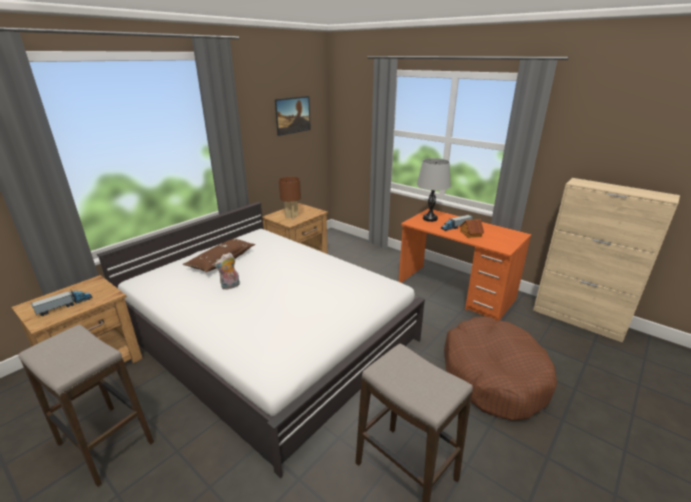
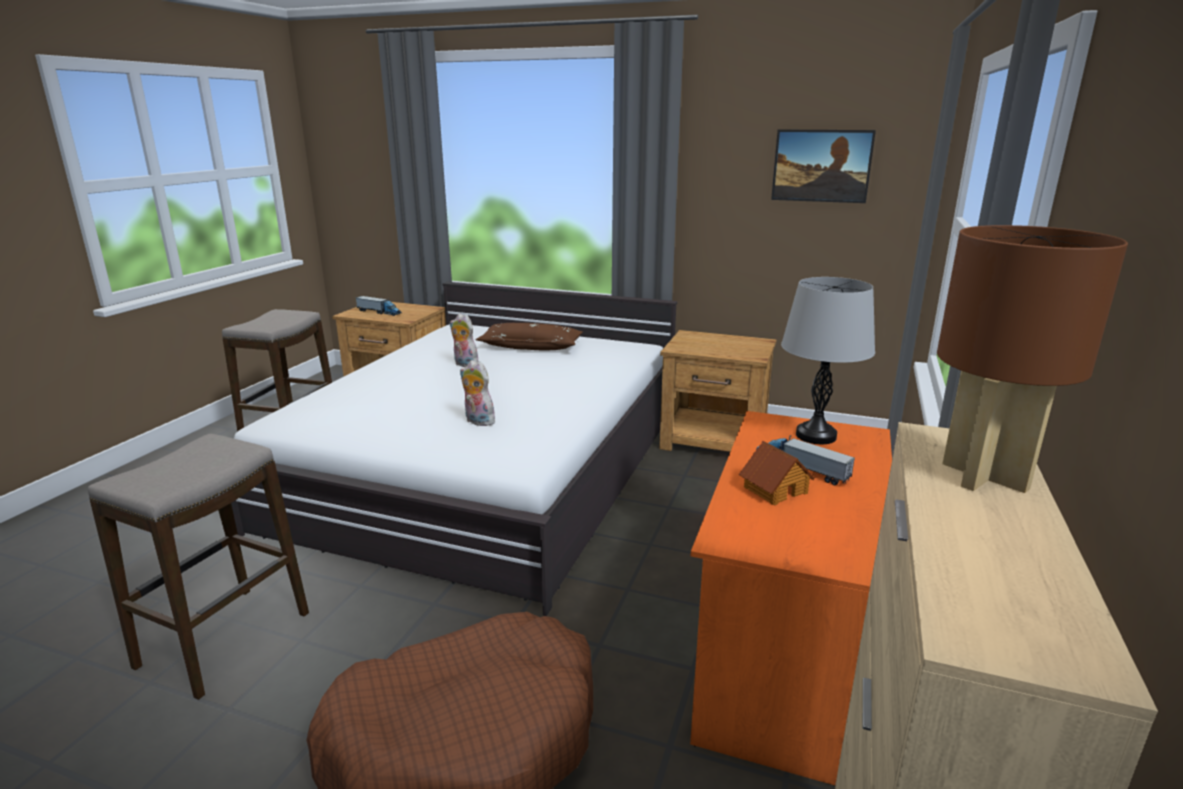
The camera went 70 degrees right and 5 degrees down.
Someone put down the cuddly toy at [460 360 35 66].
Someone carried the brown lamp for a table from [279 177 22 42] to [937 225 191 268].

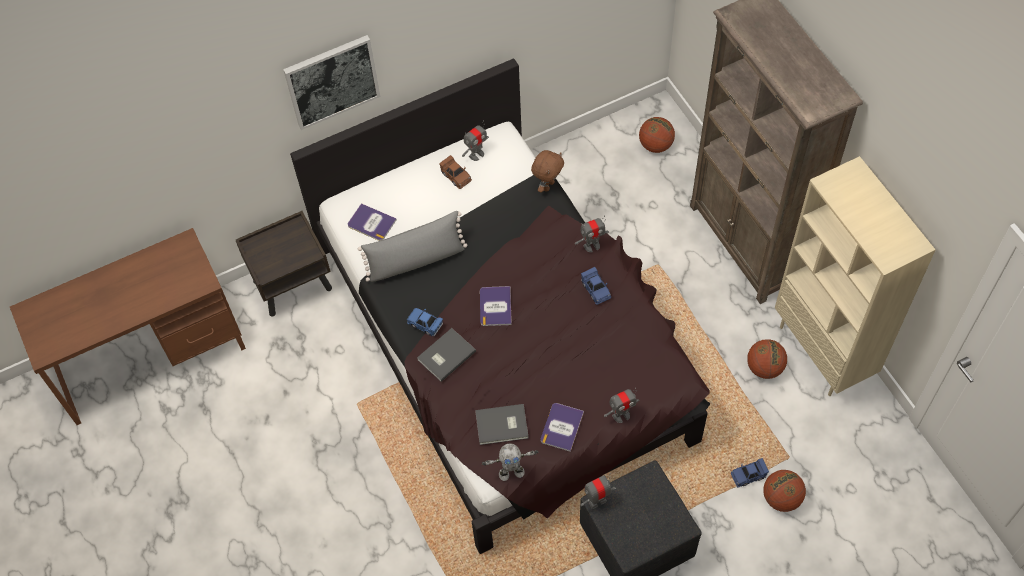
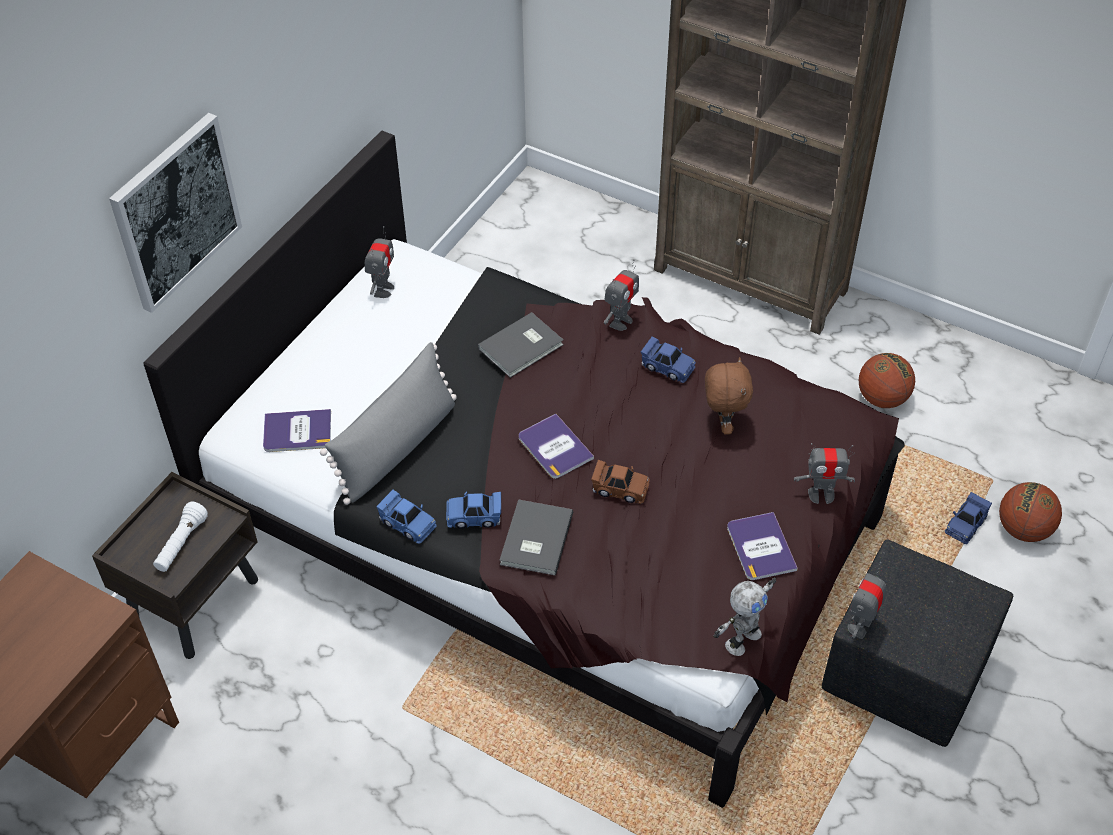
The camera went 35 degrees left and 10 degrees down.
Someone took away the ball for basketball at [639 117 36 36].
Someone took away the sand-coloured shelving unit at [775 156 161 240].
Someone put down the whitish flashlight at [153 502 55 70].
Someone put down the bluish toy car at [376 490 61 54].
Someone carried the brown toy car from [439 155 33 34] to [591 460 59 44].
Someone carried the grey volume from [475 404 54 41] to [478 312 86 66].
Someone carried the brown cuddly toy from [531 150 33 43] to [705 357 48 78].
Someone rotated the model robot at [604 388 35 35] by 60 degrees clockwise.

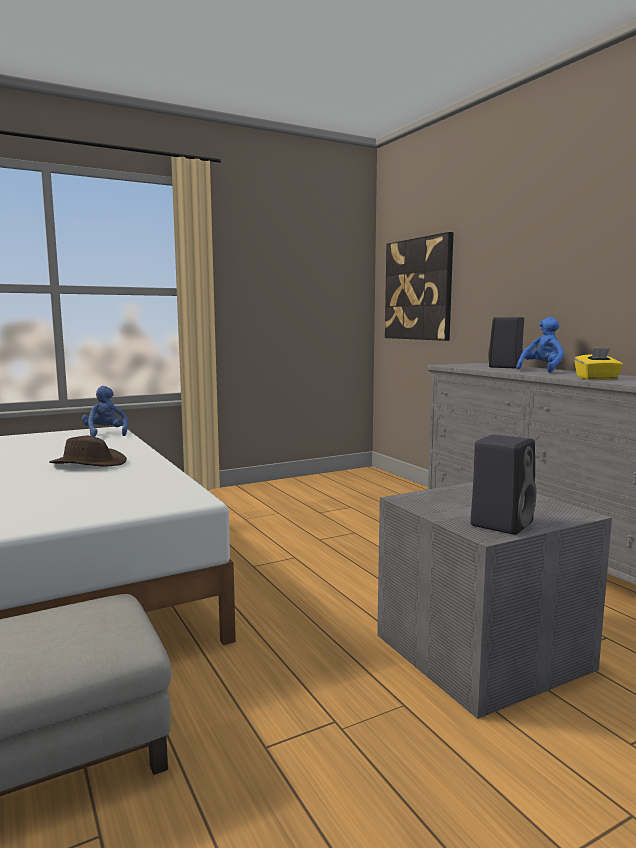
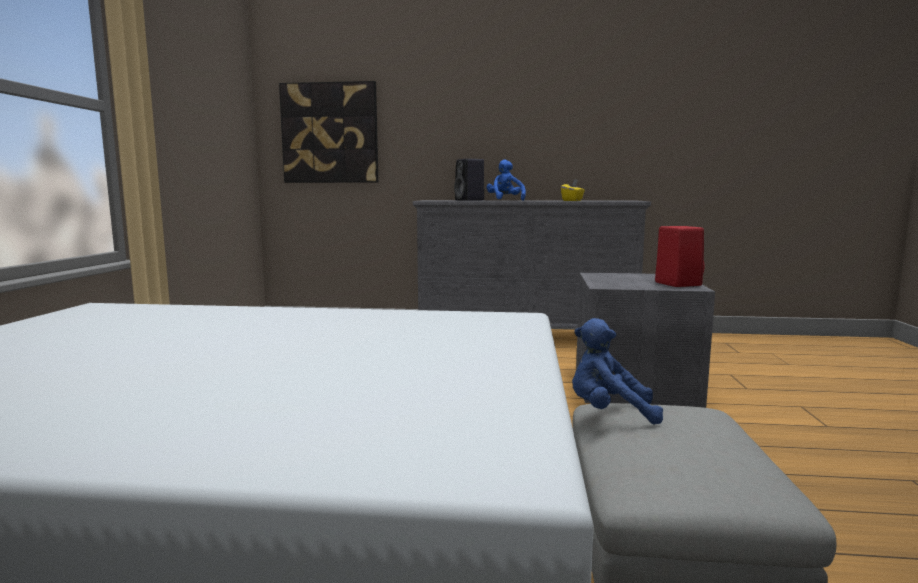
The camera went 55 degrees left and 0 degrees up.
Someone took away the brown clothing hat at [49 436 78 31].
Someone carried the bluish cuddly toy from [82 386 46 51] to [572 318 91 107].
Someone repainted the blackish speaker at [470 434 66 101], which became the red-coloured speaker at [655 226 49 61].

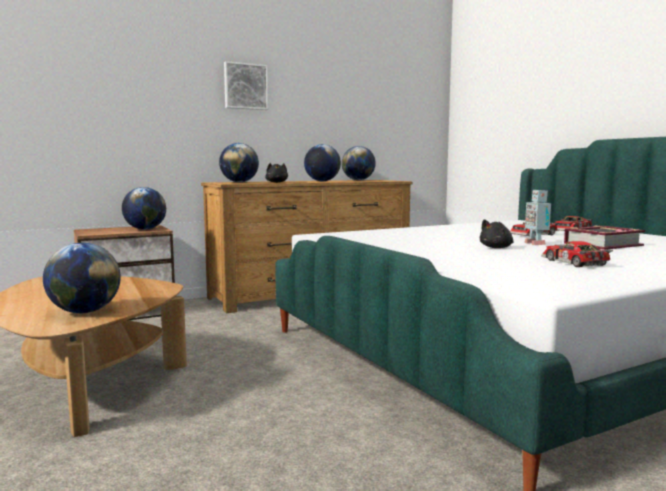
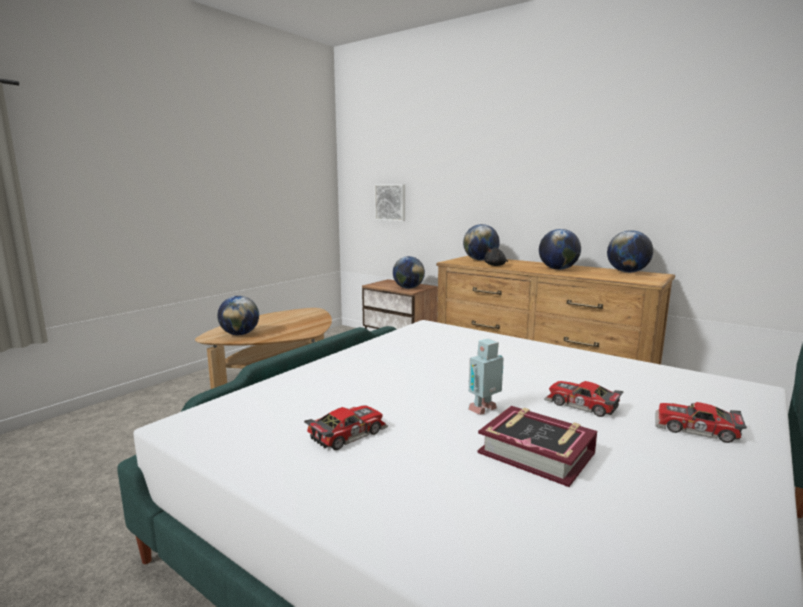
The camera went 65 degrees right and 5 degrees up.
Someone took away the blackish cuddly toy at [480 220 34 28].
Someone carried the wall art from [224 61 44 49] to [374 184 31 37].

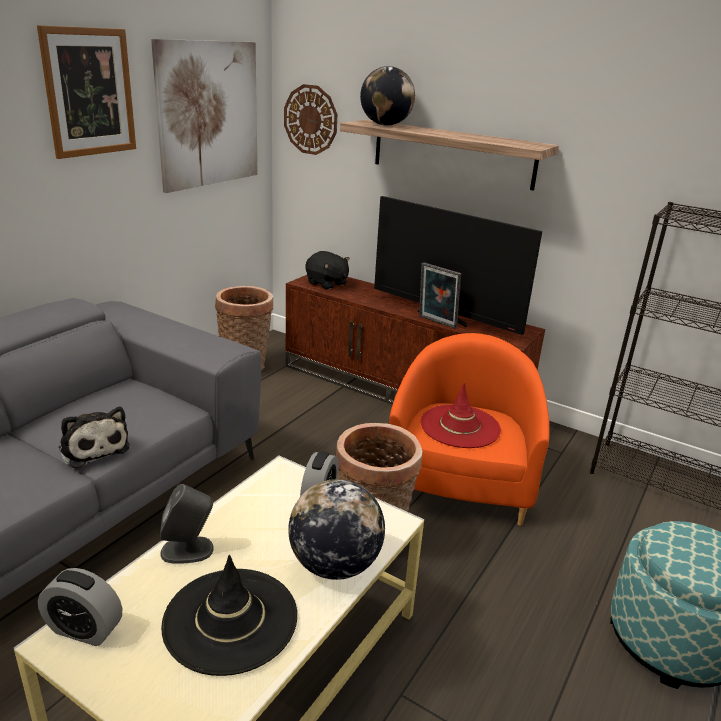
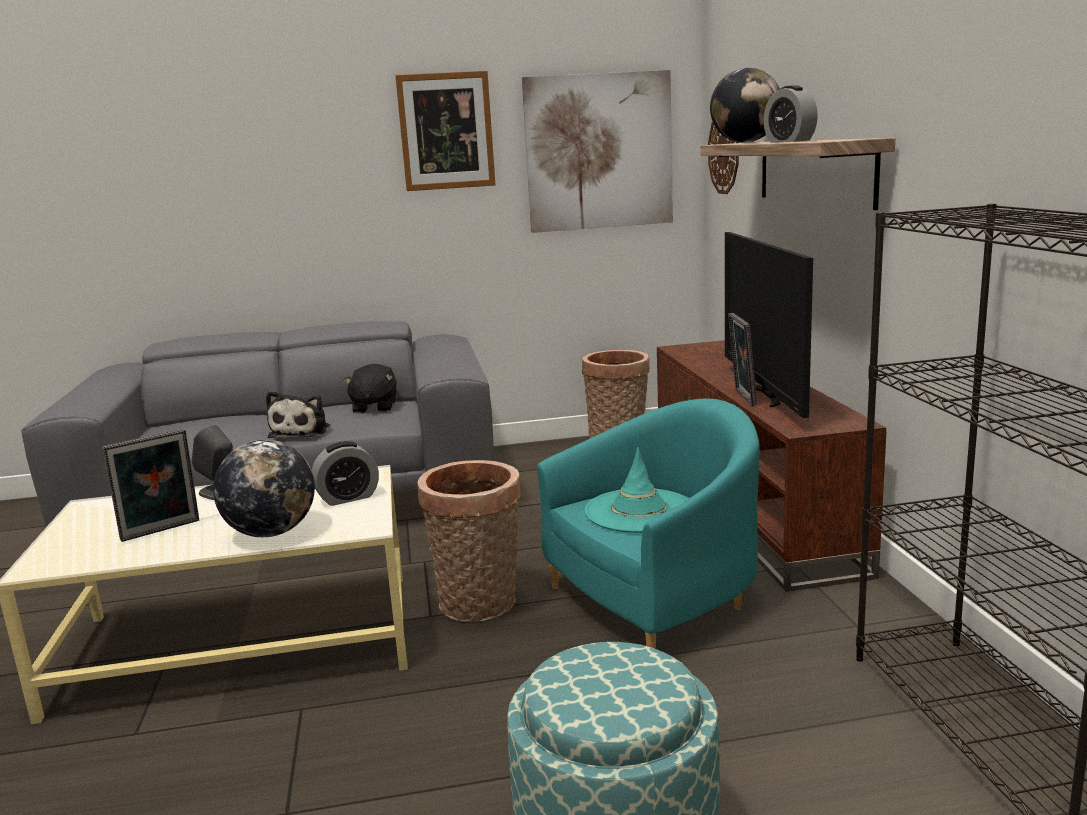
The camera went 50 degrees right and 10 degrees down.
Someone carried the alarm clock from [38 568 84 78] to [764 85 54 58].
Someone carried the blackish cuddly toy from [306 251 44 39] to [343 364 53 49].
Someone swapped the blackish clothing hat at [161 555 136 121] for the photo frame at [102 429 97 113].
Someone repainted the orangey armchair at [389 333 161 193], which became the turquoise armchair at [537 398 223 251].
Someone repainted the red-coloured clothing hat at [421 383 80 65], which became the turquoise clothing hat at [585 447 103 86].

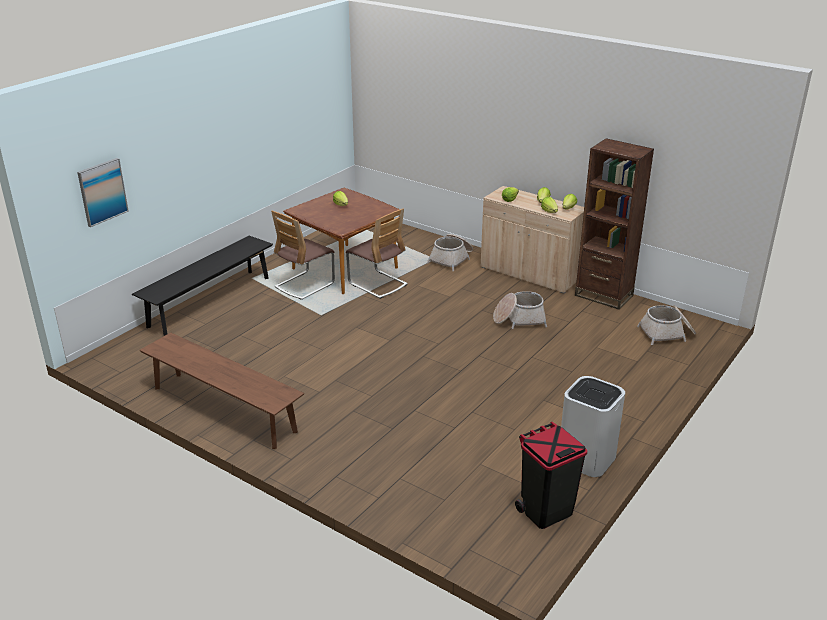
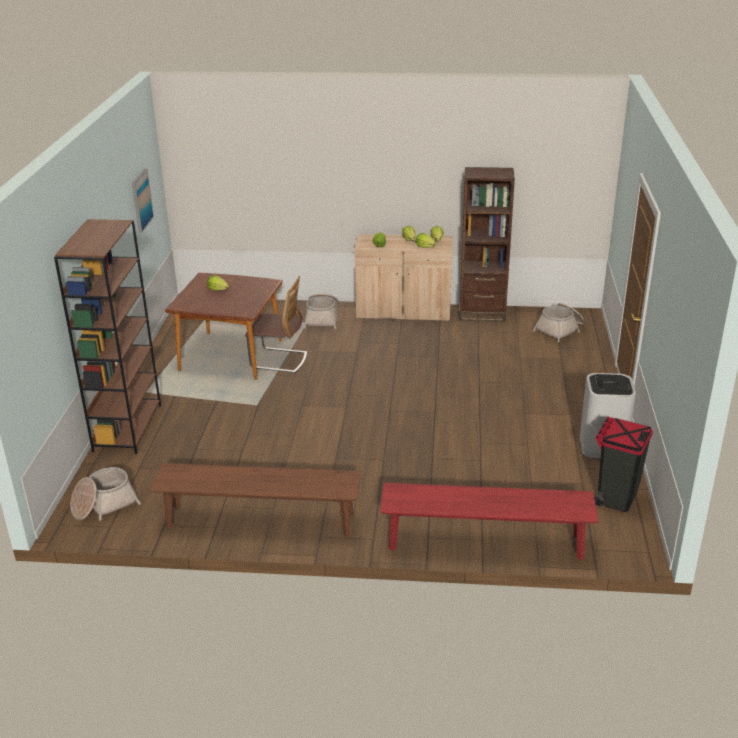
The camera went 30 degrees left and 0 degrees up.
Someone took away the chair at [271 211 64 89].
Someone put down the red-coloured indoor bench at [380 483 219 77].
Someone carried the wall art from [77 158 52 69] to [132 169 22 64].
Someone carried the storage basket from [493 291 54 38] to [70 467 71 54].
Someone swapped the blackish indoor bench at [132 236 141 100] for the brown shelving unit at [54 219 107 235].

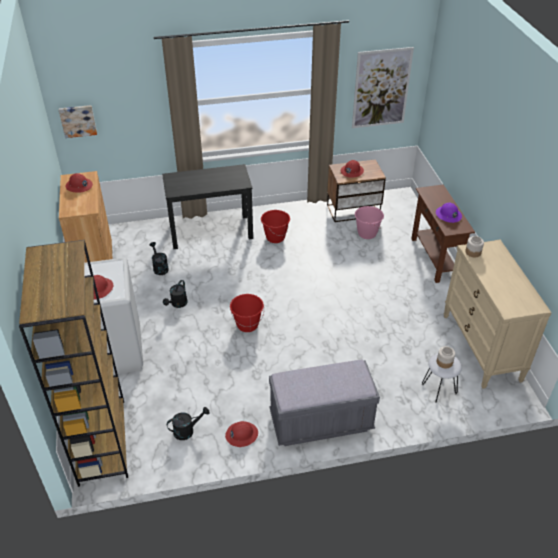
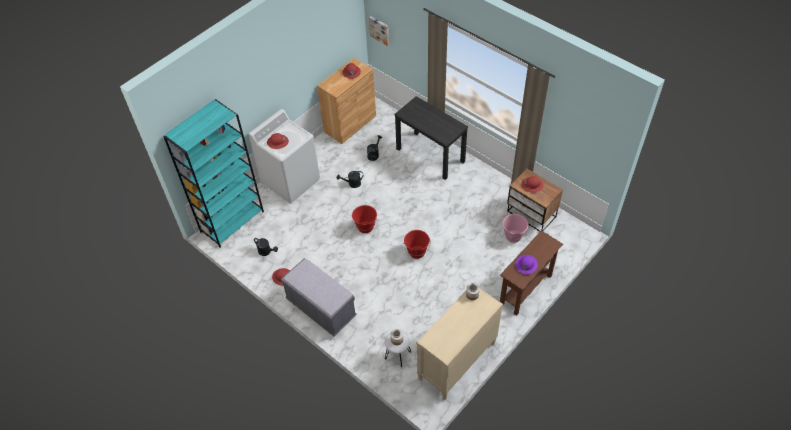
The camera went 55 degrees right and 10 degrees up.
Someone took away the wall art at [352 47 62 81].
Someone carried the red-coloured bucket from [261 210 29 33] to [404 230 26 29].
Someone repainted the brown shelving unit at [19 240 109 247], which became the turquoise shelving unit at [163 99 101 149].

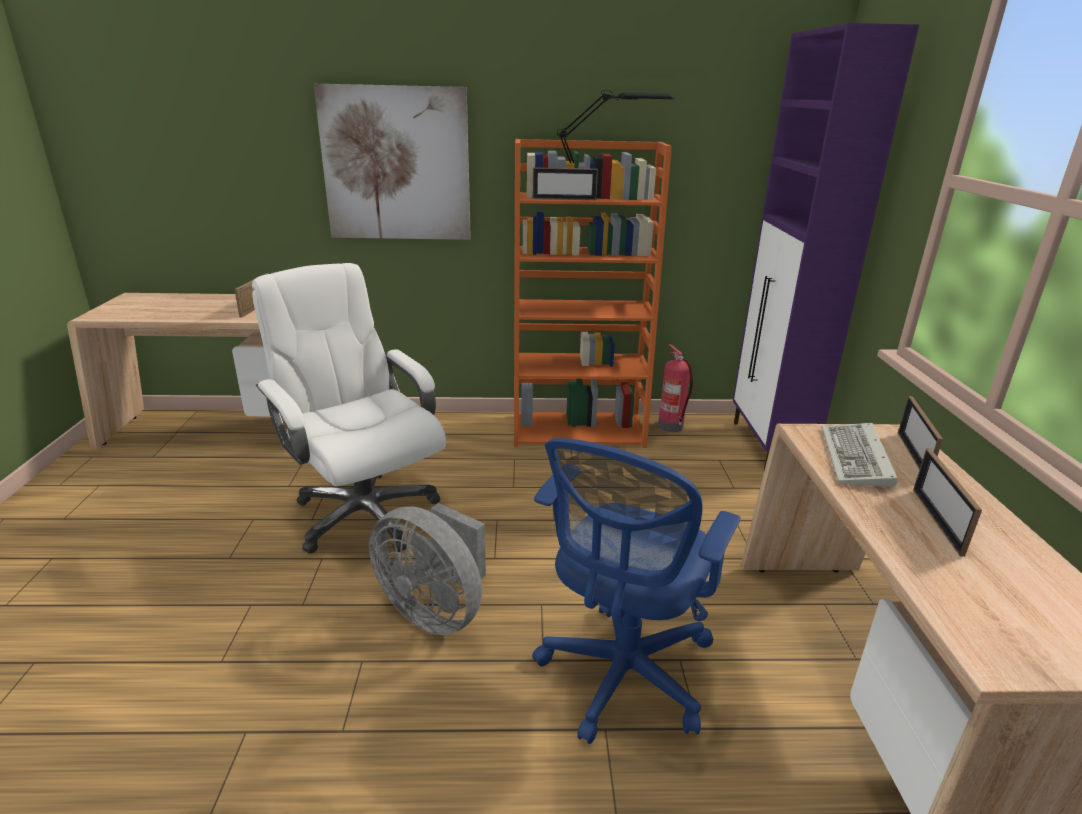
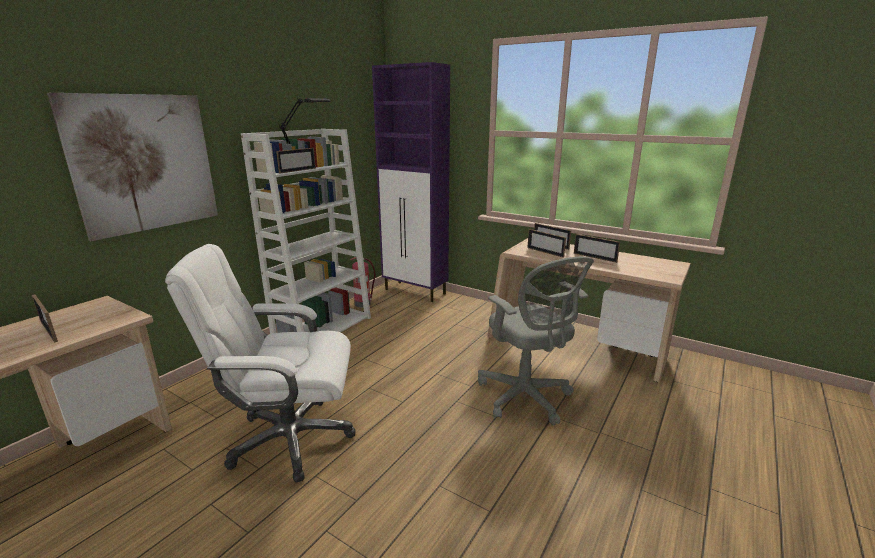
The camera went 55 degrees left and 5 degrees down.
Someone took away the grey fan at [369 503 117 132].
Someone swapped the PC keyboard at [821 423 77 66] for the photo frame at [527 229 39 29].
Someone repainted the orangey shelving unit at [514 139 158 309], which became the whitish shelving unit at [241 129 130 205].
Someone repainted the bluish computer chair at [532 438 209 306], which became the grey computer chair at [478 256 116 169].

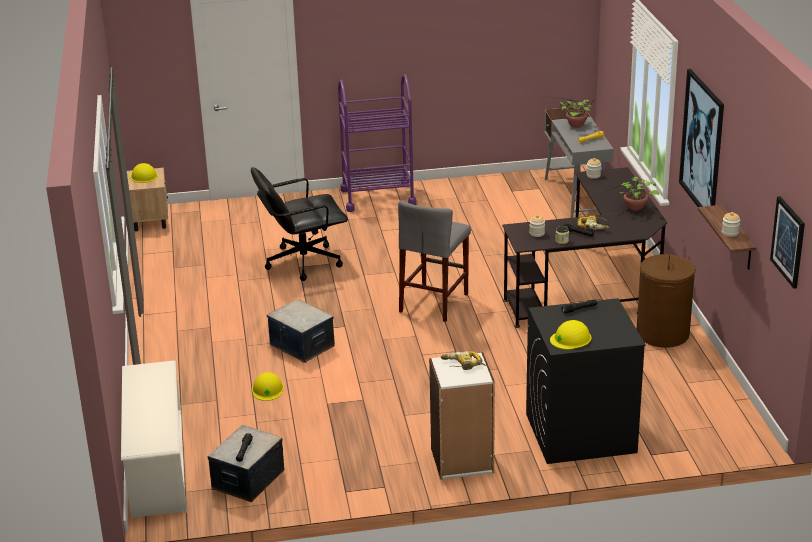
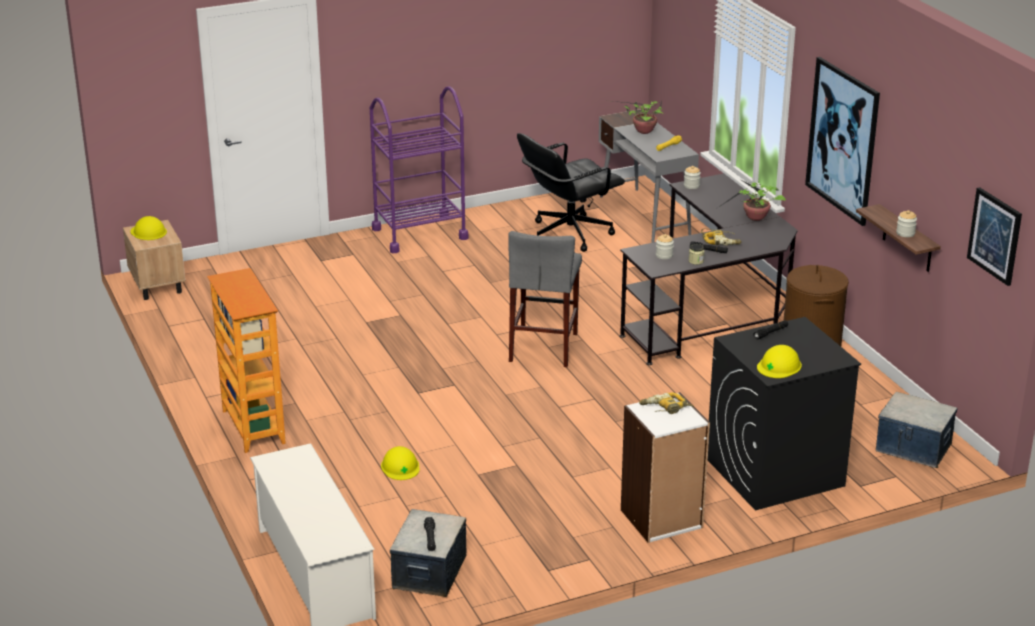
The camera went 15 degrees left and 0 degrees up.
Someone put down the shelving unit at [207 268 79 185].
Someone carried the blackish computer chair from [251 167 97 114] to [517 133 108 119].
Someone carried the storage bin from [267 299 68 64] to [876 392 82 76].

